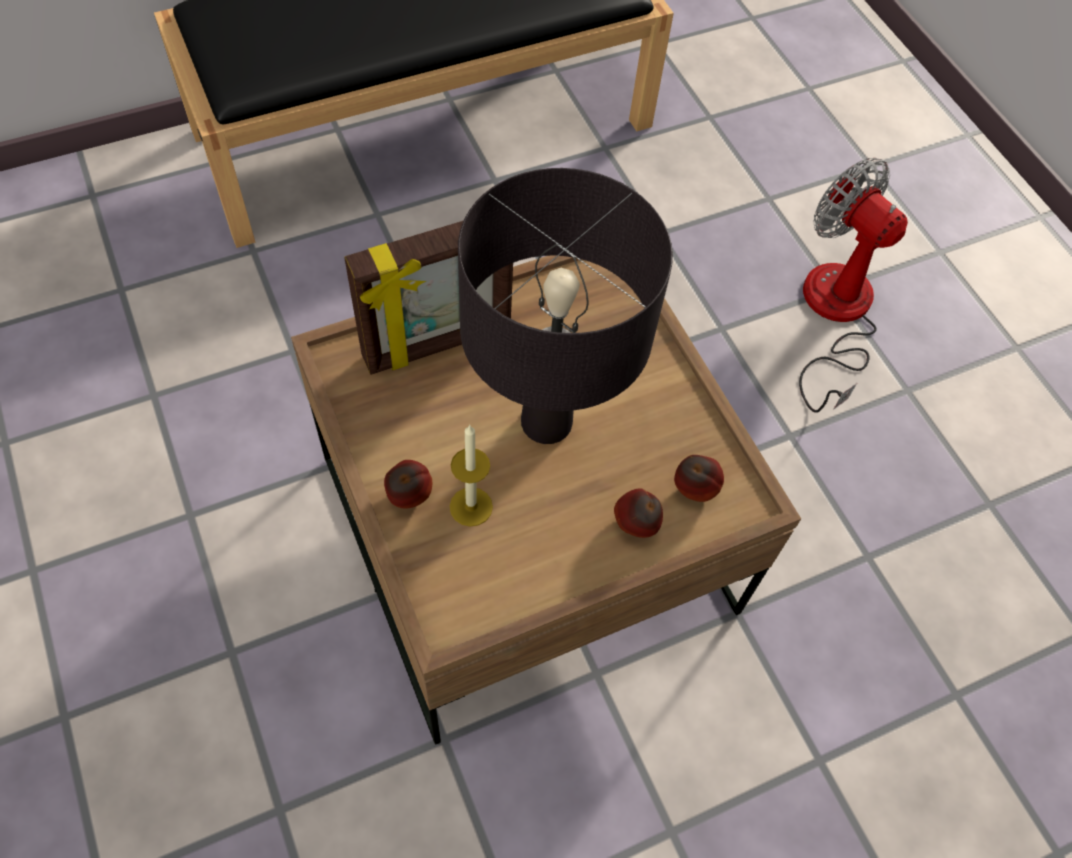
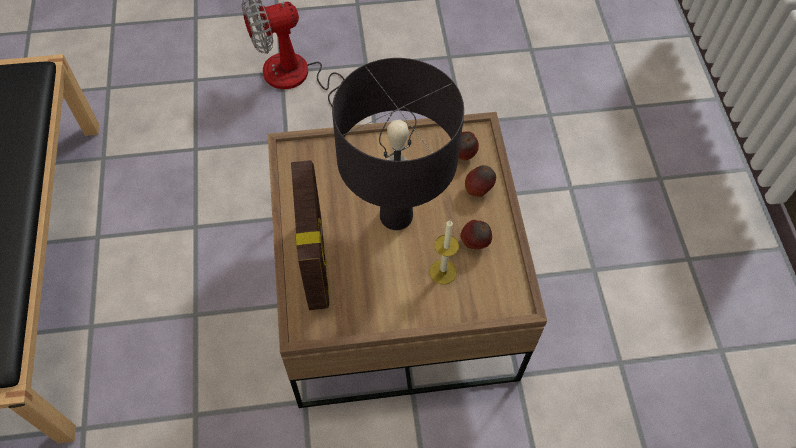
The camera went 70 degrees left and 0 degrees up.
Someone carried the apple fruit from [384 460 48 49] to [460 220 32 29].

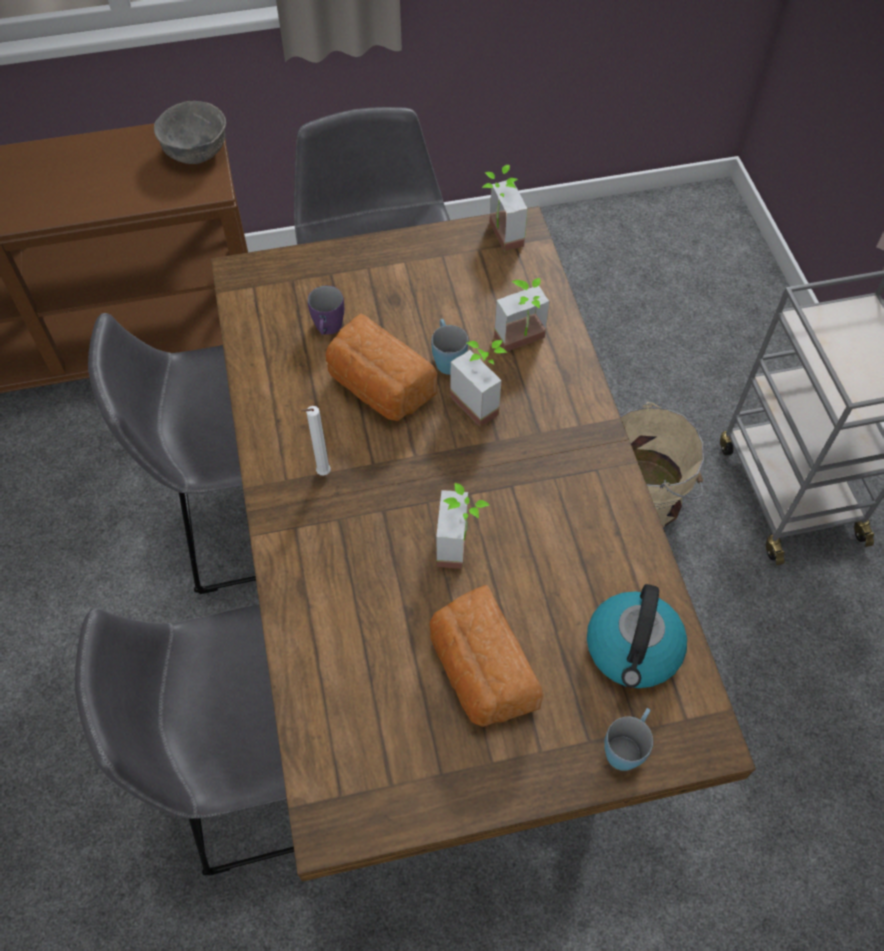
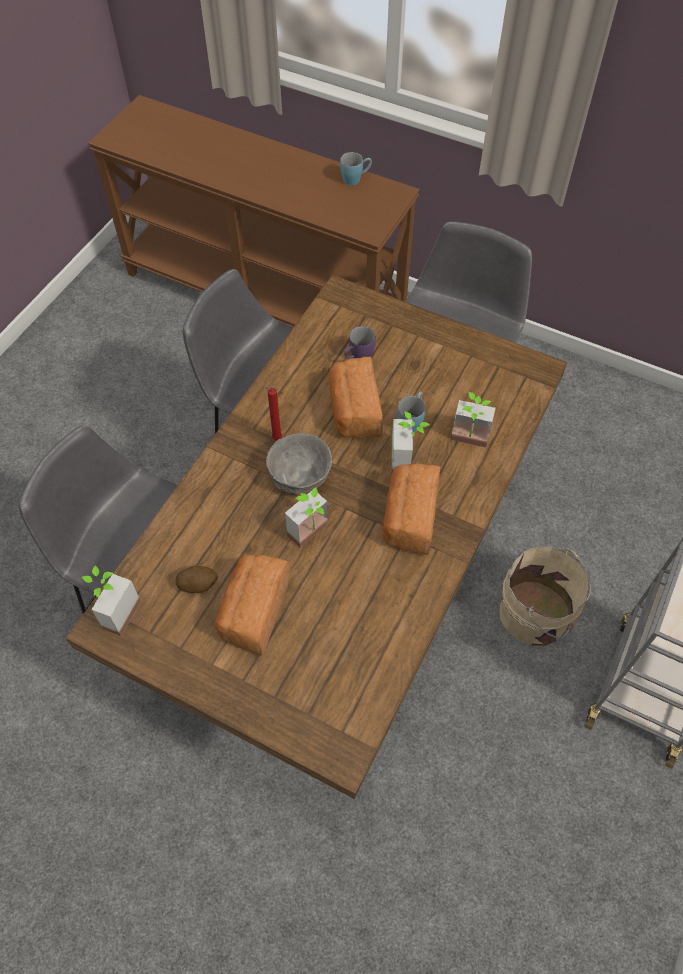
The camera went 40 degrees right and 0 degrees up.
Someone took away the tea kettle at [587 584 100 104].
Someone put down the spud at [176 566 42 27].
Someone put down the baked bread at [383 463 57 92].
Someone carried the grey deep dish from [154 101 72 63] to [266 433 66 61].
Someone carried the houseplant from [482 165 46 87] to [82 565 59 71].
Someone carried the bluish coffee mug from [604 708 49 63] to [340 152 32 33].
Someone repainted the whitish candle at [301 406 30 69], which became the red-coloured candle at [262 386 20 55].

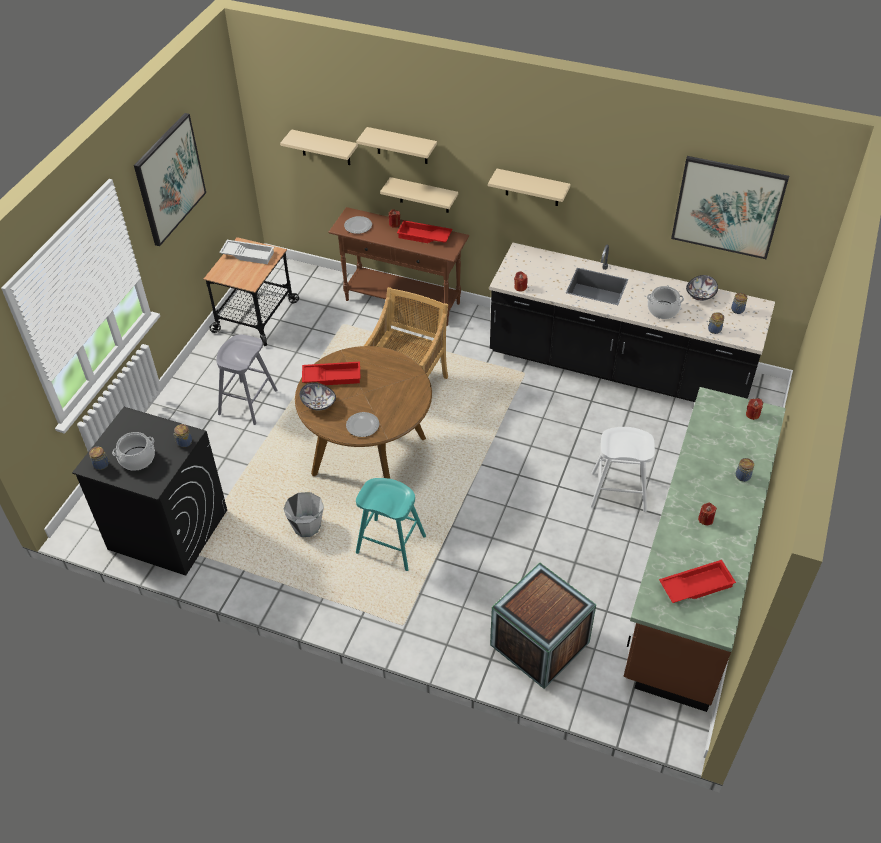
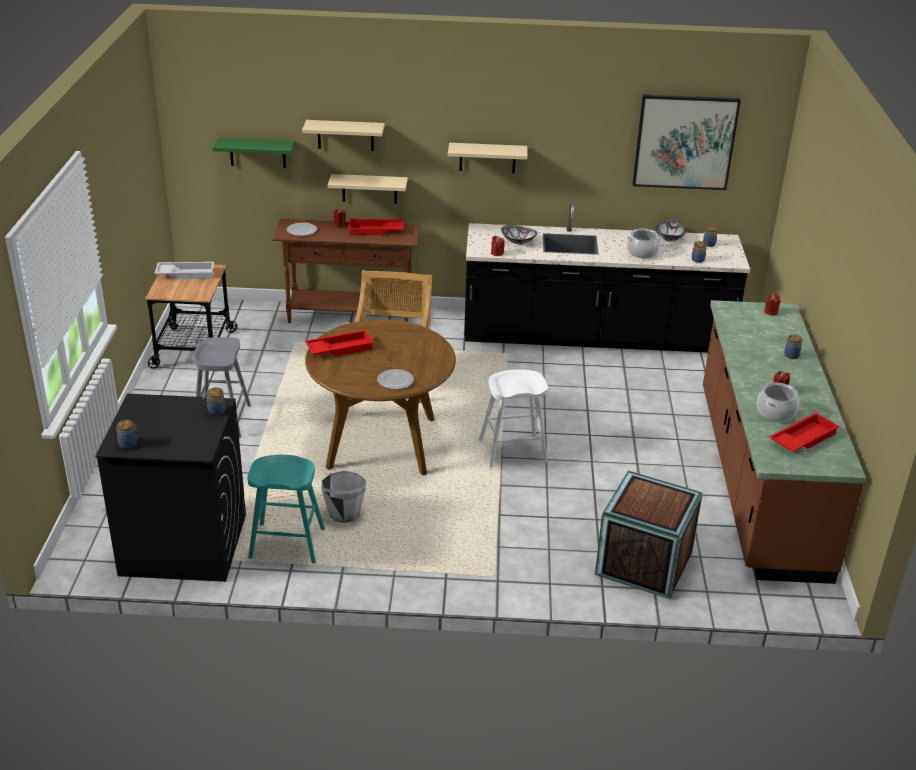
The camera went 20 degrees left and 15 degrees down.
Someone took away the wall art at [134 113 72 133].
Someone carried the saucepot from [112 432 43 39] to [757 383 42 39].
Someone carried the deep dish from [300 383 36 27] to [501 225 36 19].
Someone carried the turquoise stool from [356 478 70 93] to [247 455 78 109].
Someone carried the whitish stool from [590 427 65 85] to [479 369 69 99].
Someone repainted the sand-coloured bracket shelf at [280 129 78 36], which became the greenish bracket shelf at [212 138 84 30].

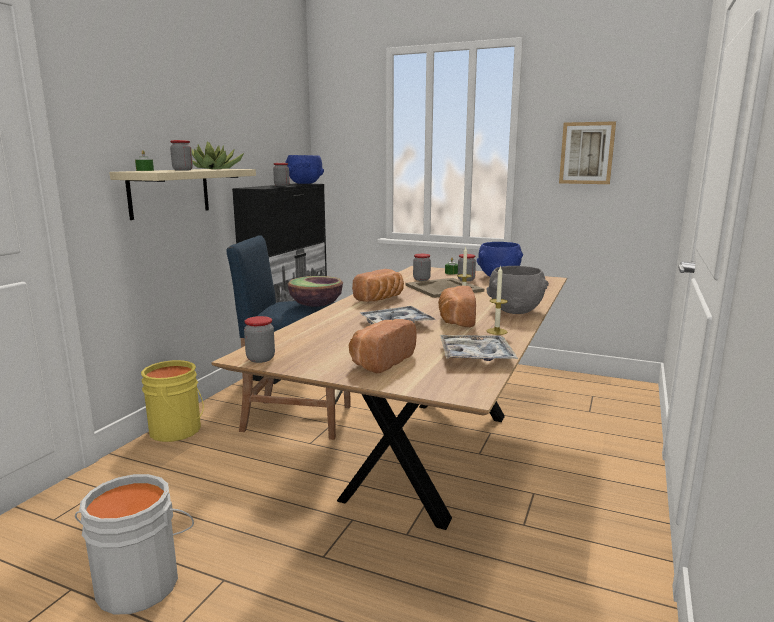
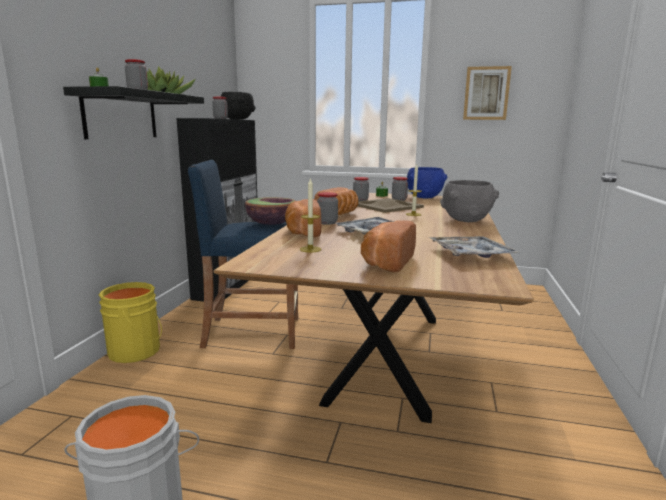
The camera went 10 degrees left and 0 degrees up.
Someone carried the storage jar from [244 316 31 47] to [317 192 21 33].
Someone carried the baked bread from [438 286 38 41] to [285 199 36 38].
Someone carried the candle from [487 265 21 70] to [300 178 21 75].
Someone repainted the sand-coloured bracket shelf at [109 169 147 51], which became the blackish bracket shelf at [63 86 141 53].
Someone repainted the bluish deep dish at [285 155 39 29], which became the blackish deep dish at [221 92 35 28].

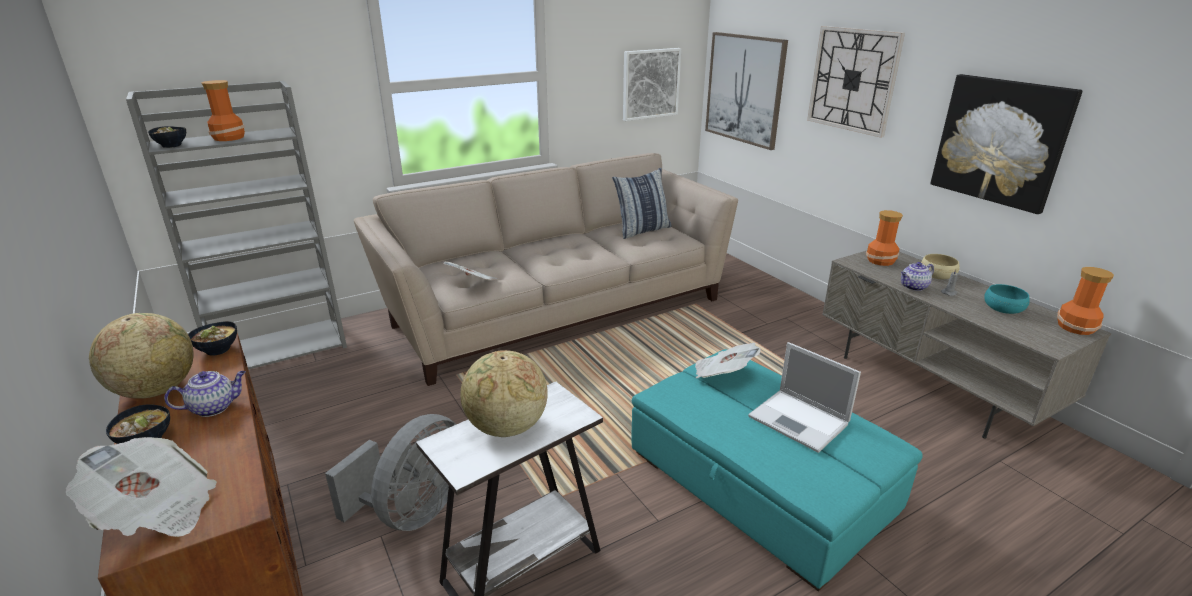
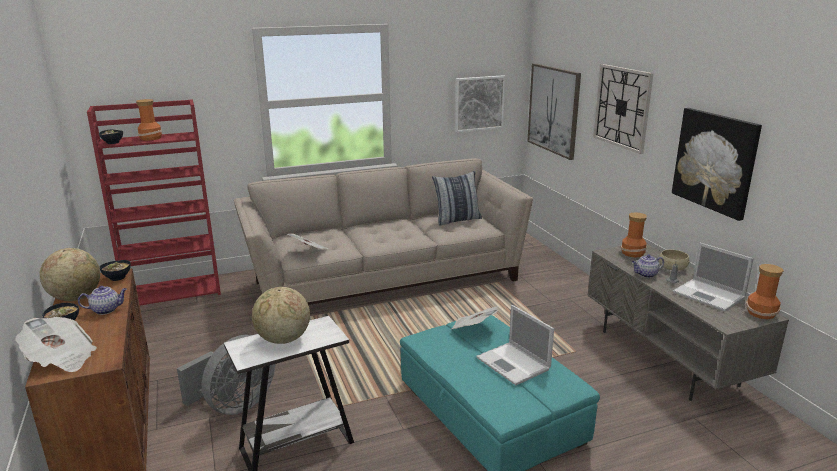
The camera went 10 degrees right and 5 degrees down.
Someone swapped the turquoise deep dish at [984 284 46 30] for the portable computer at [673 243 81 69].
Someone repainted the grey shelving unit at [126 81 221 289], which became the red-coloured shelving unit at [87 99 134 206].

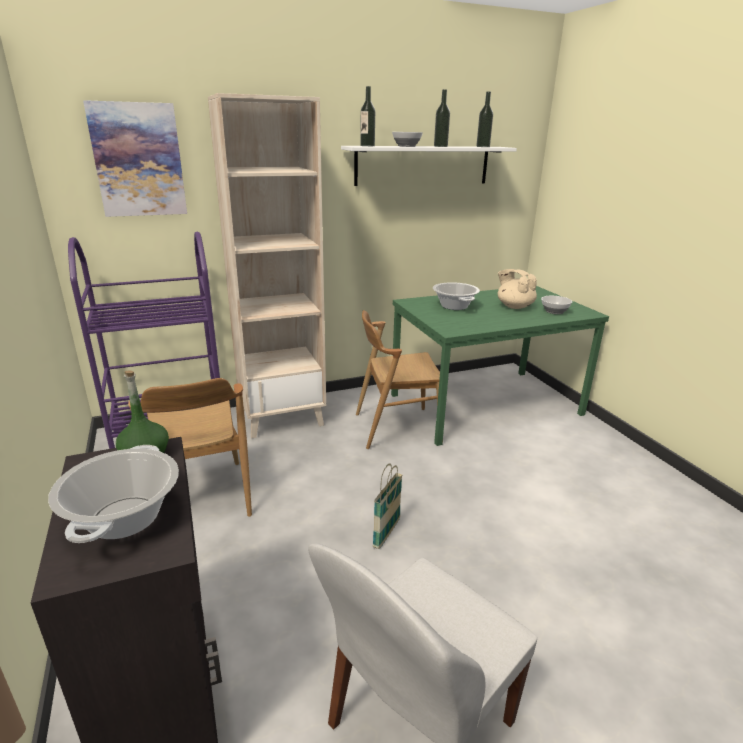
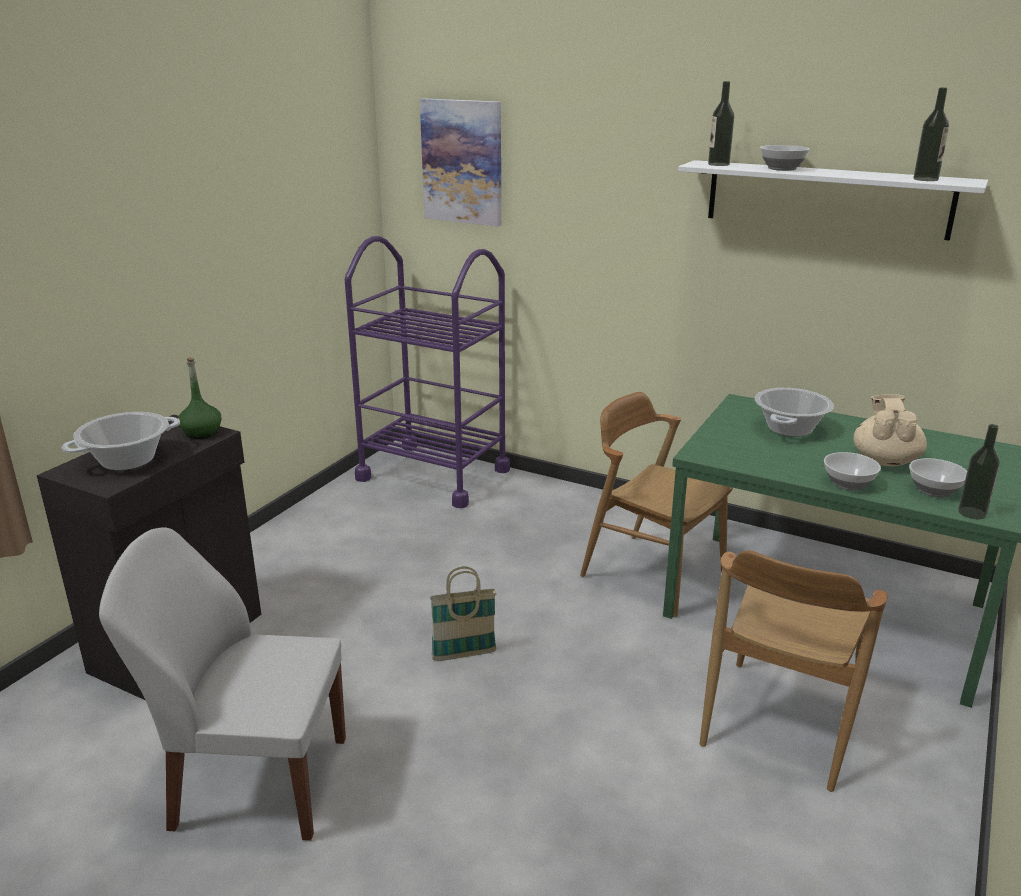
The camera went 50 degrees right and 0 degrees up.
Someone took away the sand-coloured shelving unit at [208 93 118 346].
Someone put down the deep dish at [824 452 57 39].
Someone carried the brown chair from [128 378 124 139] to [700 550 188 242].
Someone carried the drink bottle from [434 89 16 58] to [958 424 42 95].

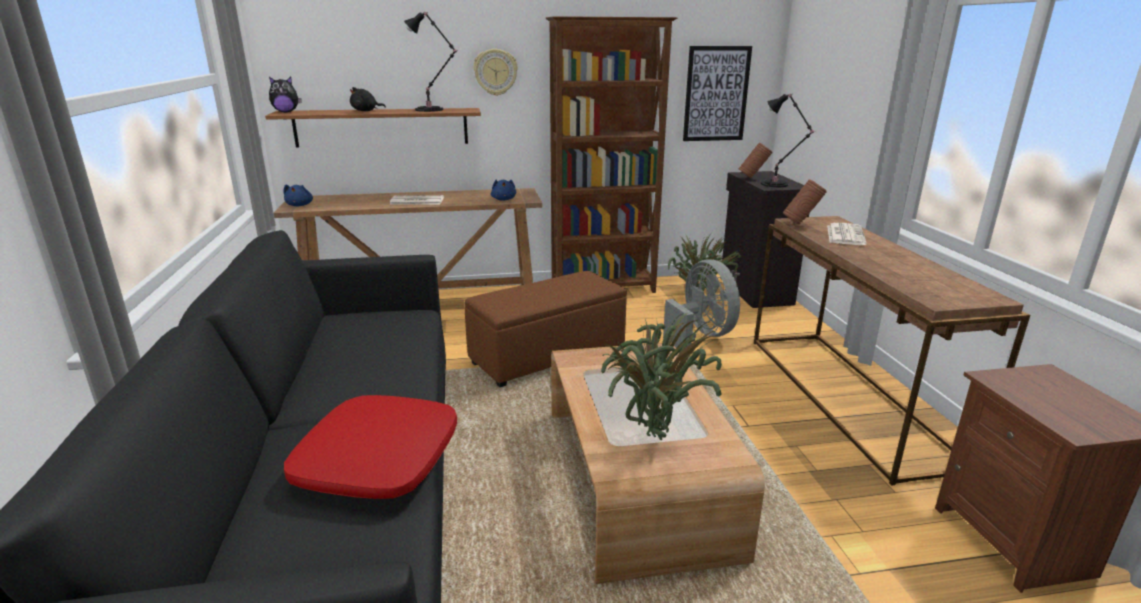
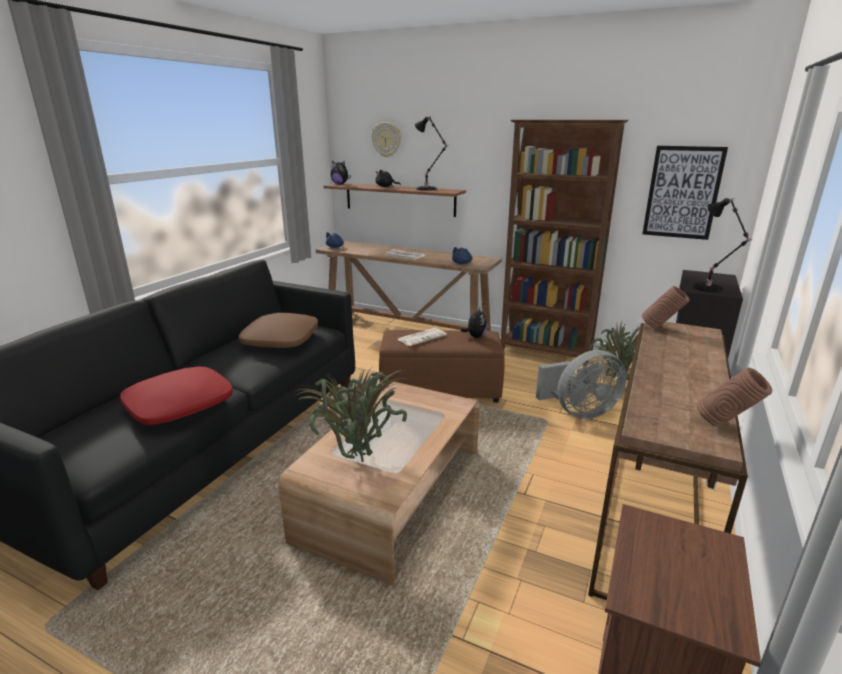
The camera went 35 degrees right and 0 degrees up.
Someone put down the brown cushion at [239 313 79 35].
Someone put down the cuddly toy at [461 308 26 30].
Someone carried the wall clock from [473 49 45 47] to [372 122 29 35].
Someone carried the brown decorative vase from [739 143 34 35] to [697 368 75 58].
Someone carried the daily paper from [827 223 40 22] to [397 328 50 18].
Someone rotated the grey fan at [663 259 77 89] by 60 degrees clockwise.

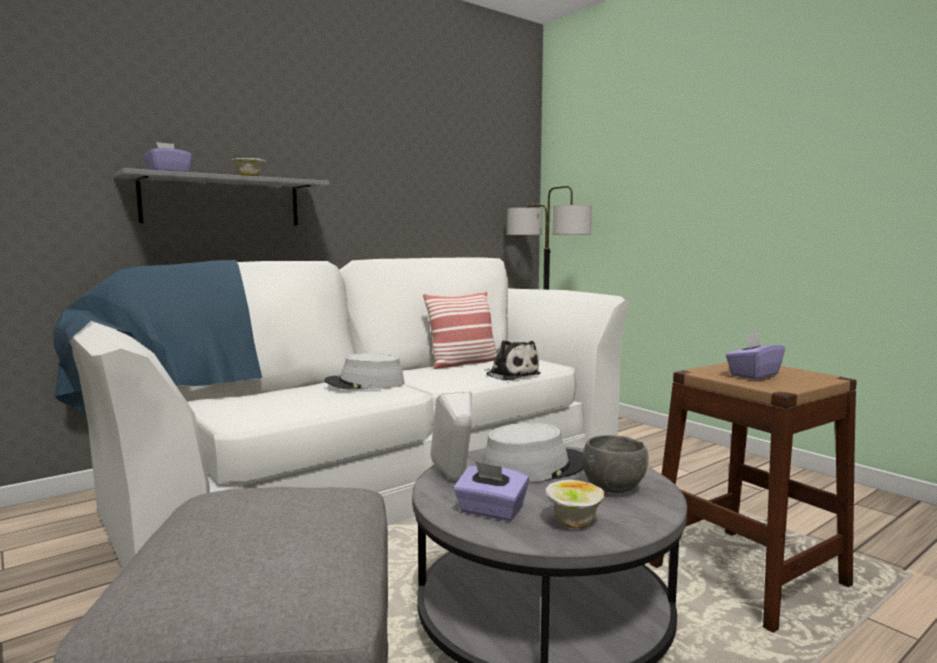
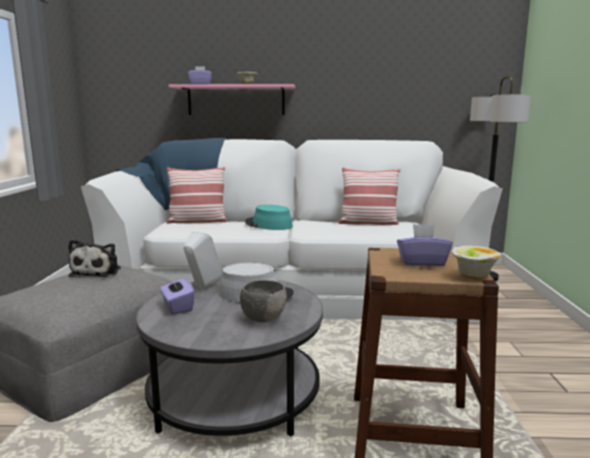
The camera went 40 degrees right and 5 degrees up.
Someone put down the cushion at [167 167 60 57].
Someone carried the cuddly toy from [484 340 57 41] to [68 239 53 38].
Someone carried the deep dish from [545 480 60 49] to [452 246 49 33].
Someone repainted the grey bracket shelf at [114 168 215 57], which became the pinkish bracket shelf at [169 84 126 31].
Someone repainted the grey clothing hat at [324 353 81 36], which became the turquoise clothing hat at [245 205 48 25].

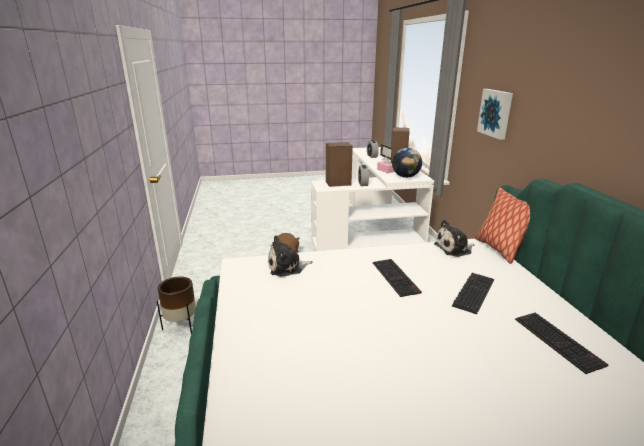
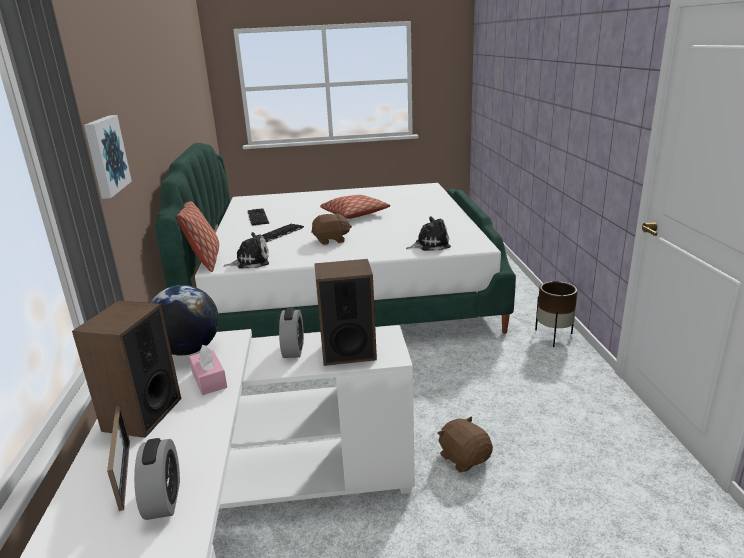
The camera went 175 degrees left and 0 degrees up.
Someone put down the cushion at [320 195 70 24].
Someone swapped the PC keyboard at [373 259 49 38] for the brown cuddly toy at [311 213 41 32].

